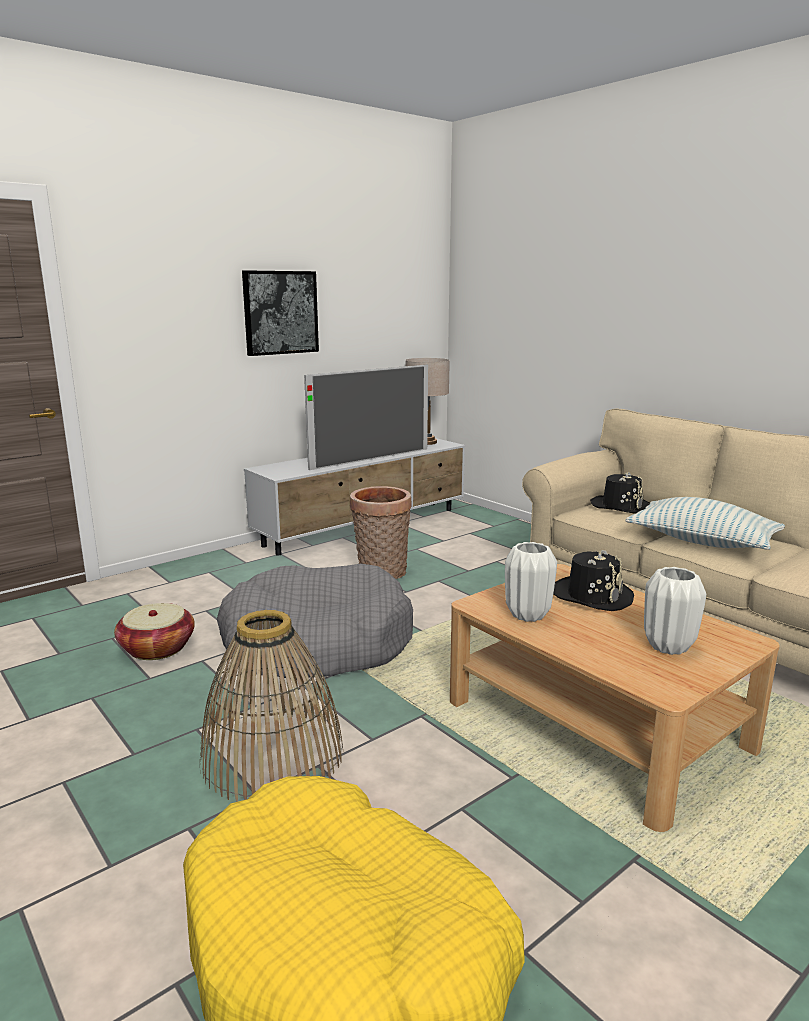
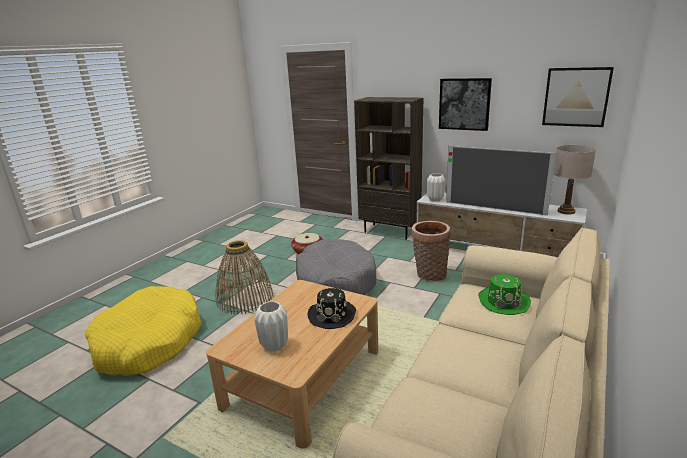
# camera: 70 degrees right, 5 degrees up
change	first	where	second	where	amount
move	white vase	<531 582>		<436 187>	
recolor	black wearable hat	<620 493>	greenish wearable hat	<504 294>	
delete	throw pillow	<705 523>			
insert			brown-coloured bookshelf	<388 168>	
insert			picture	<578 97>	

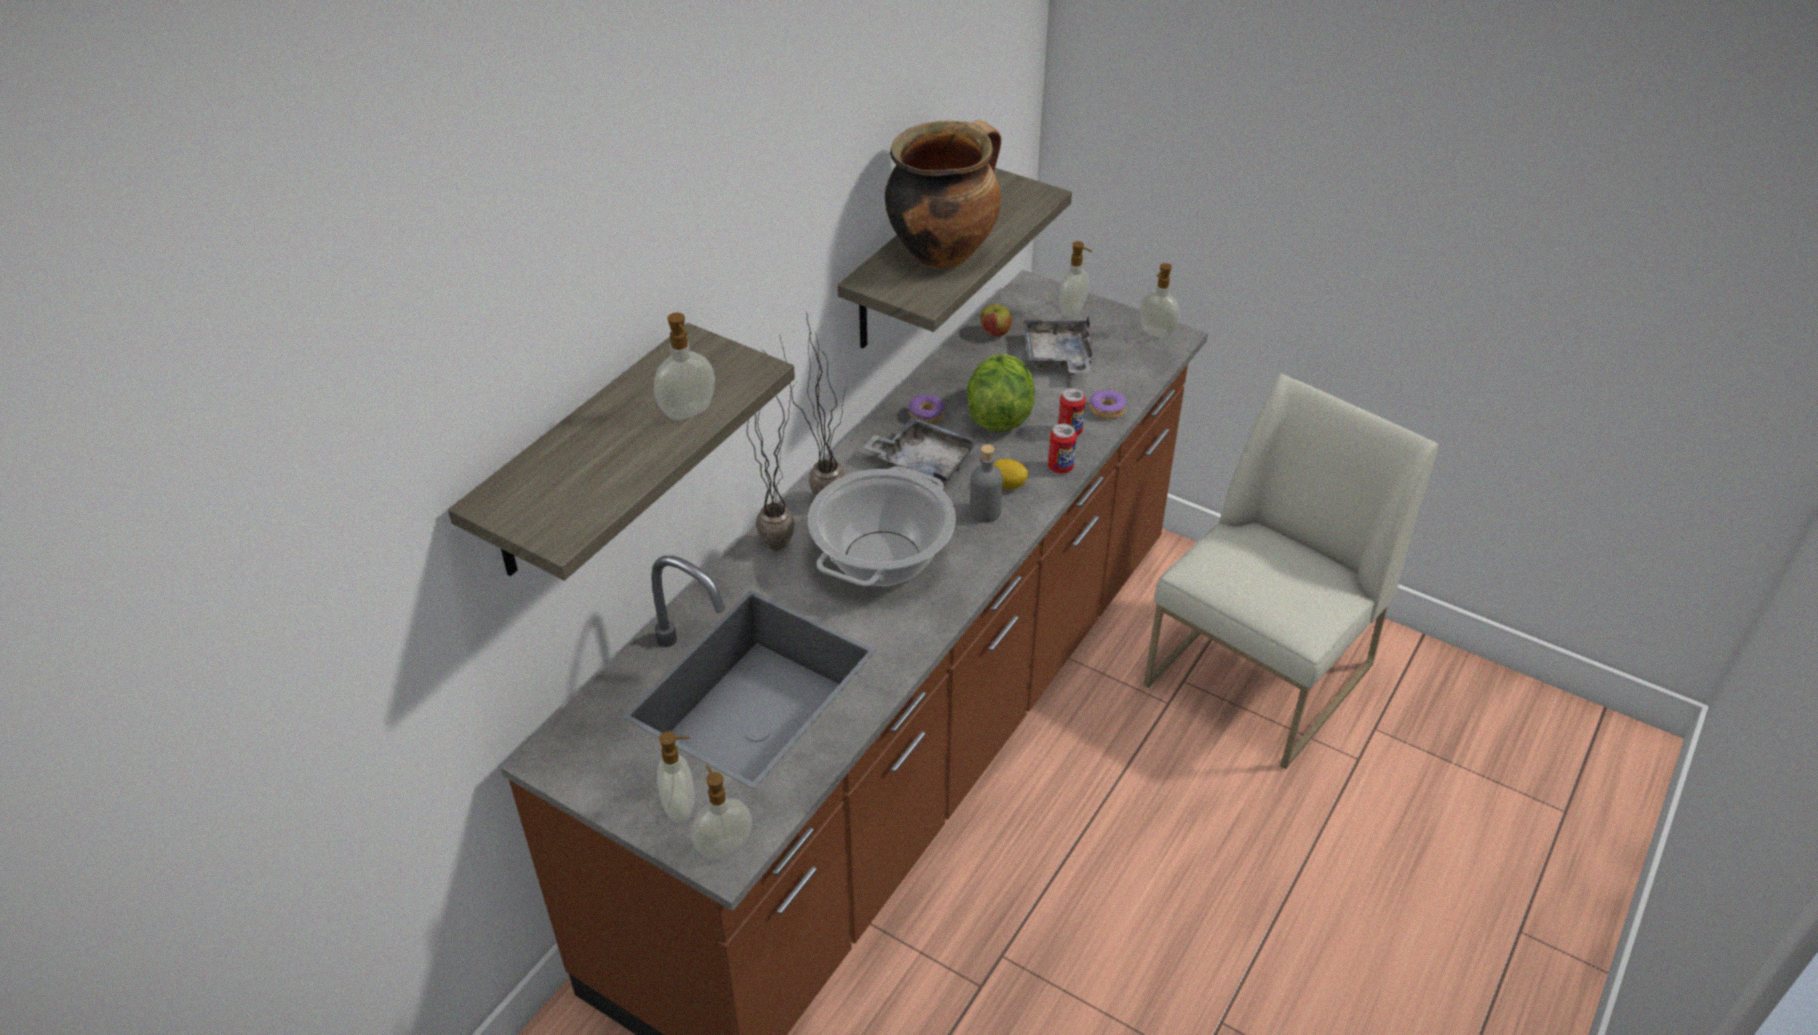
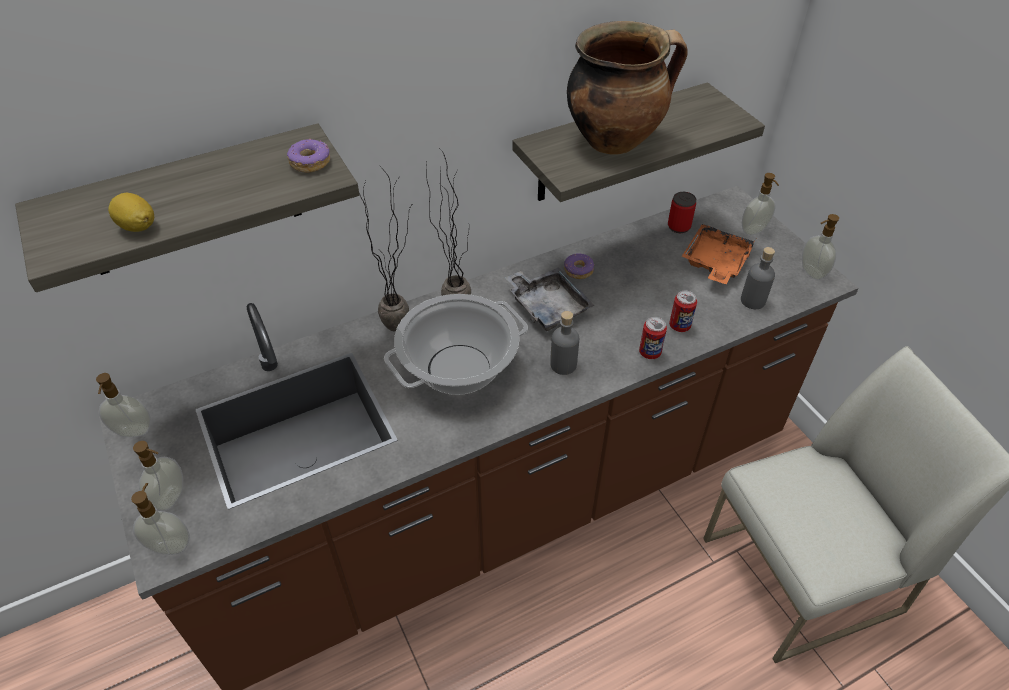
# camera: 30 degrees right, 5 degrees up
change	first	where	second	where	amount
move	soap bottle	<684 366>		<123 405>	
delete	head of lettuce	<1001 393>			
replace	apple	<996 320>	can	<682 212>	
move	citrus fruit	<1011 474>		<131 212>	
recolor	gray carrying tray	<1059 344>	orange carrying tray	<719 254>	
move	donut	<1107 404>		<308 156>	
insert			gray bottle	<758 278>	

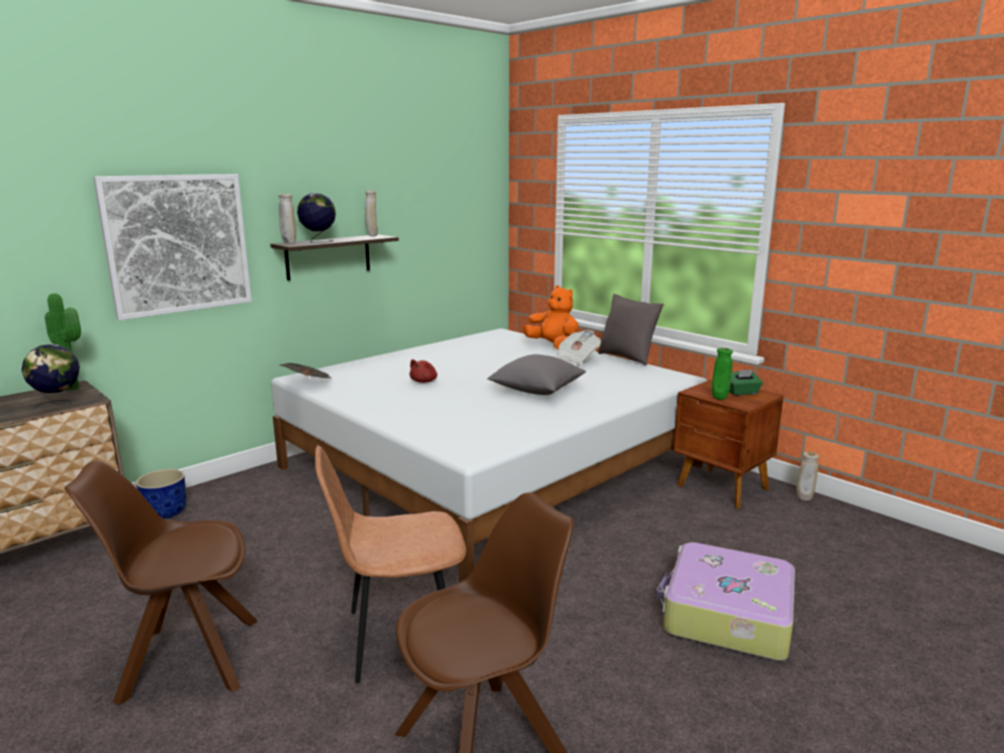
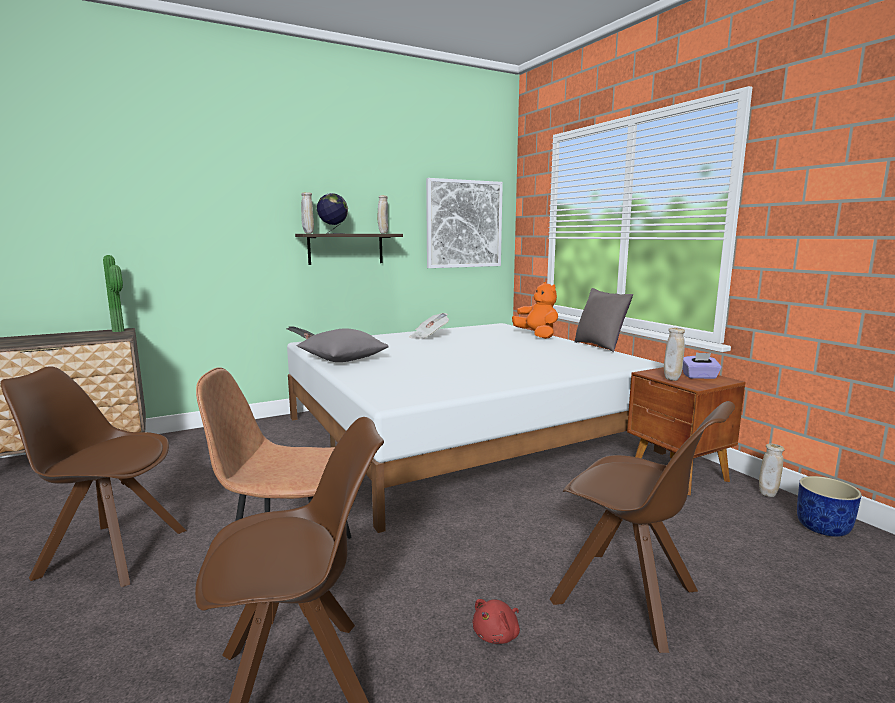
# camera: 15 degrees right, 5 degrees down
change	first	where	second	where	amount
delete	desk globe	<51 376>			
move	picture	<172 247>		<464 223>	
move	bluish planter	<161 494>		<829 506>	
move	red plush toy	<423 371>		<496 621>	
move	gray throw pillow	<536 374>		<343 345>	
move	newspaper	<579 347>		<429 326>	
replace	travel case	<725 601>	brown-coloured chair	<642 527>	
recolor	greenish vase	<722 374>	beige-coloured vase	<674 354>	
recolor	greenish box of tissues	<746 382>	purple box of tissues	<702 365>	

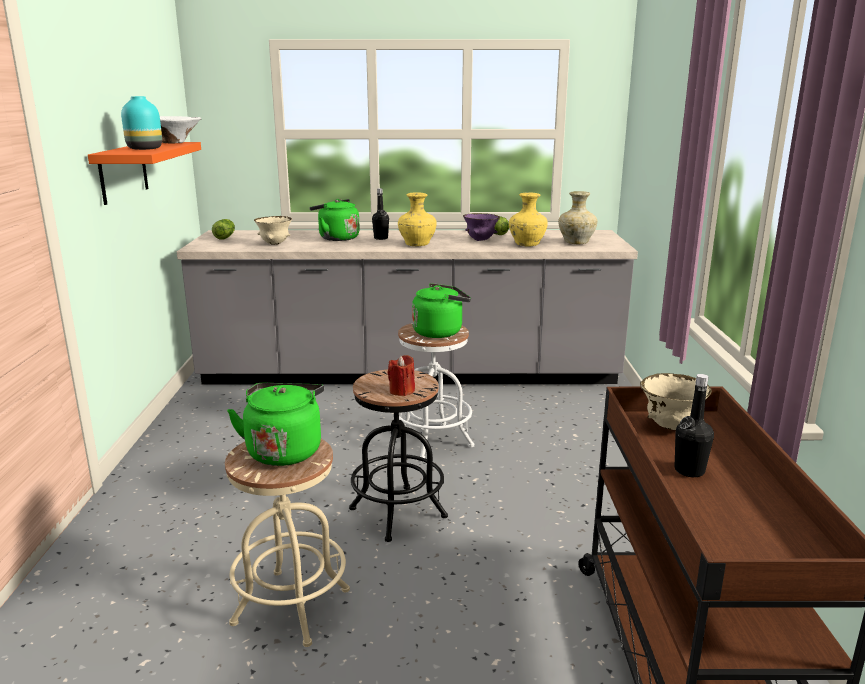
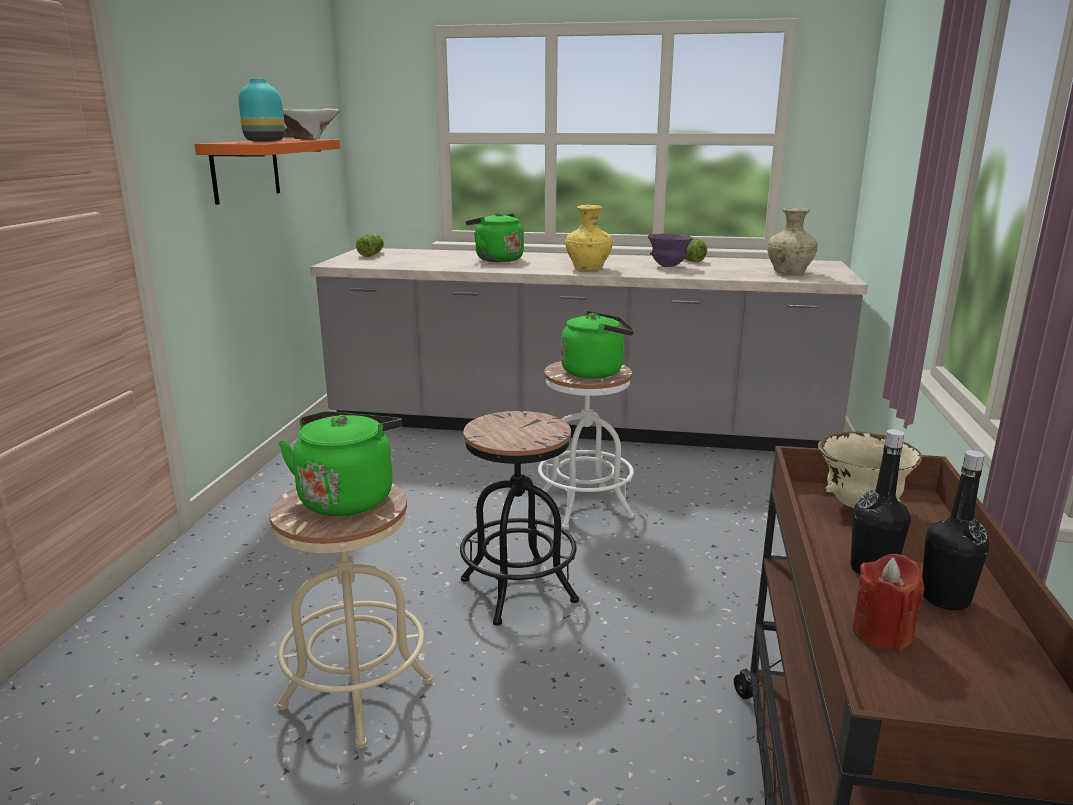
# camera: 10 degrees right, 0 degrees up
change	first	where	second	where	amount
delete	beige-coloured deep dish	<273 230>			
move	black bottle	<380 214>		<955 530>	
move	red wax light	<401 375>		<888 603>	
delete	yellowish vase	<528 219>			

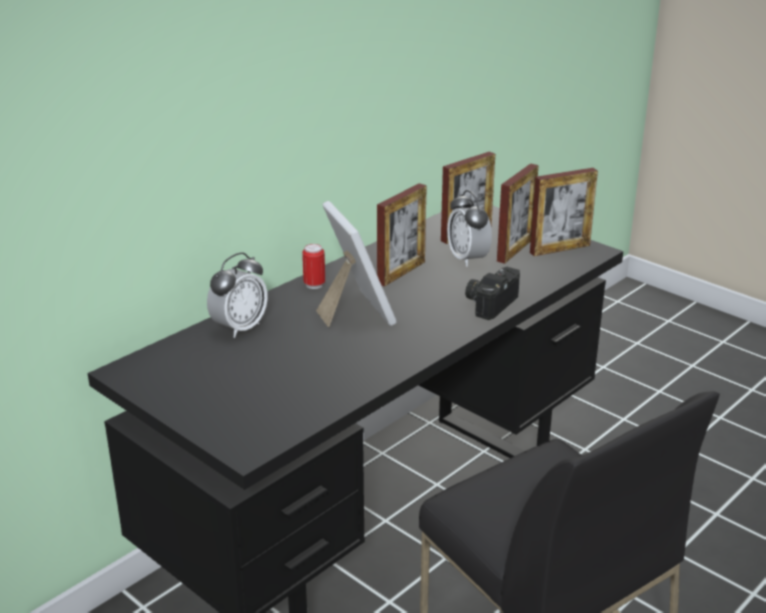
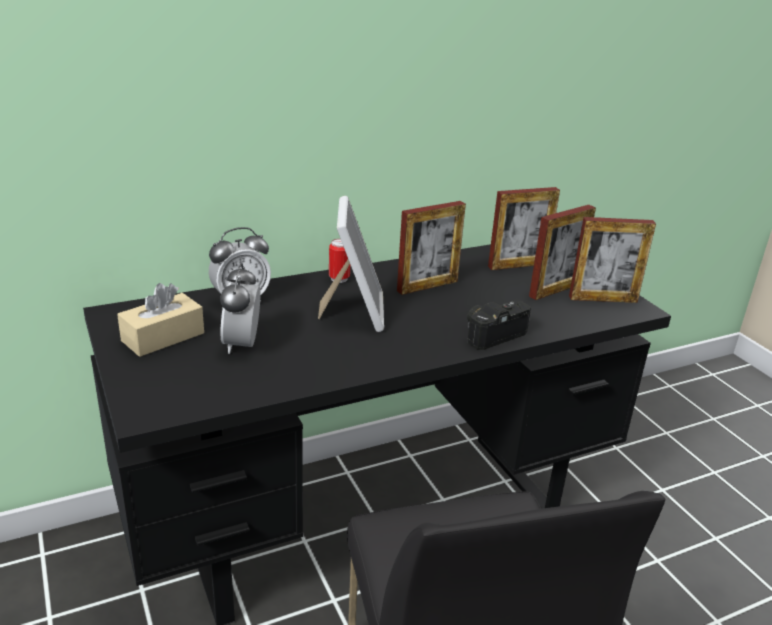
# camera: 20 degrees right, 0 degrees up
change	first	where	second	where	amount
move	bedside clock	<469 228>		<240 308>	
insert			beige-coloured box of tissues	<160 320>	

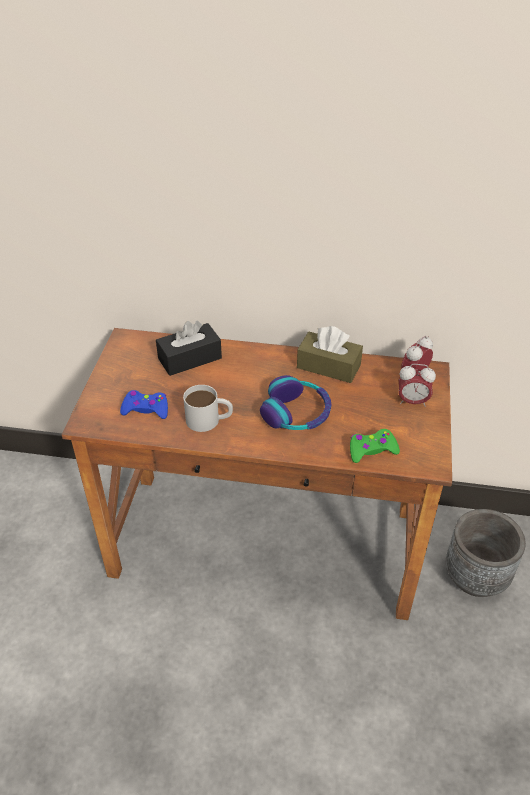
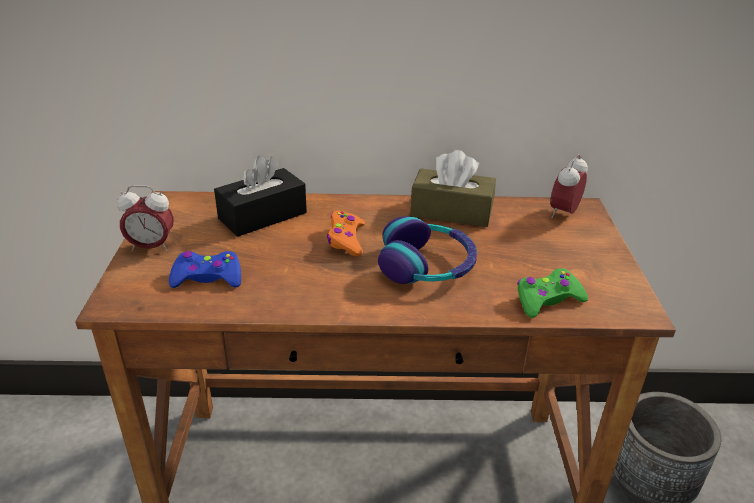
# camera: 10 degrees left, 10 degrees down
change	first	where	second	where	amount
delete	white tea mug	<208 408>			
move	bedside clock	<417 385>		<145 218>	
insert			orange joypad	<346 233>	

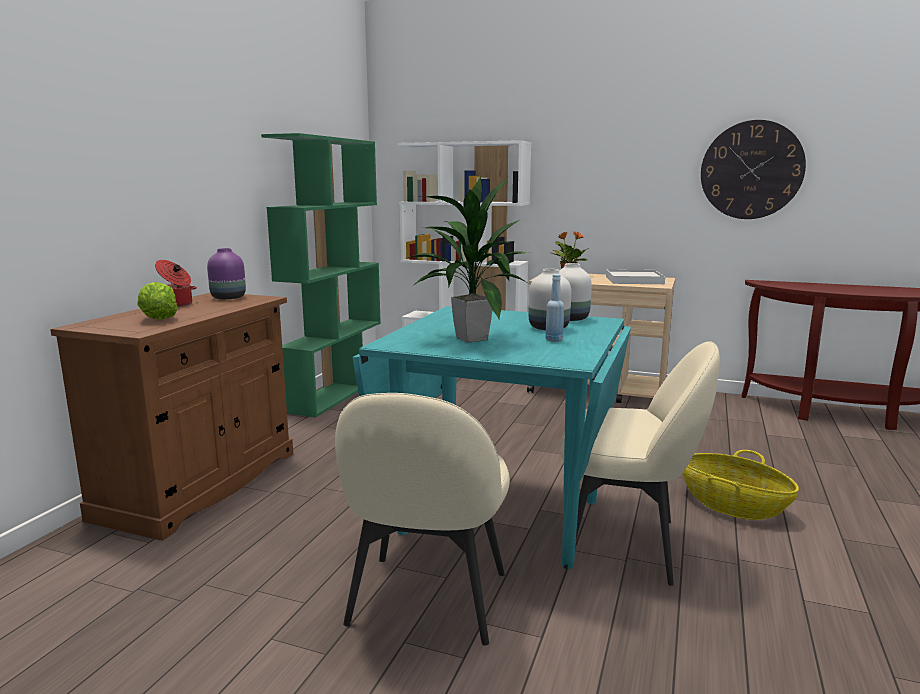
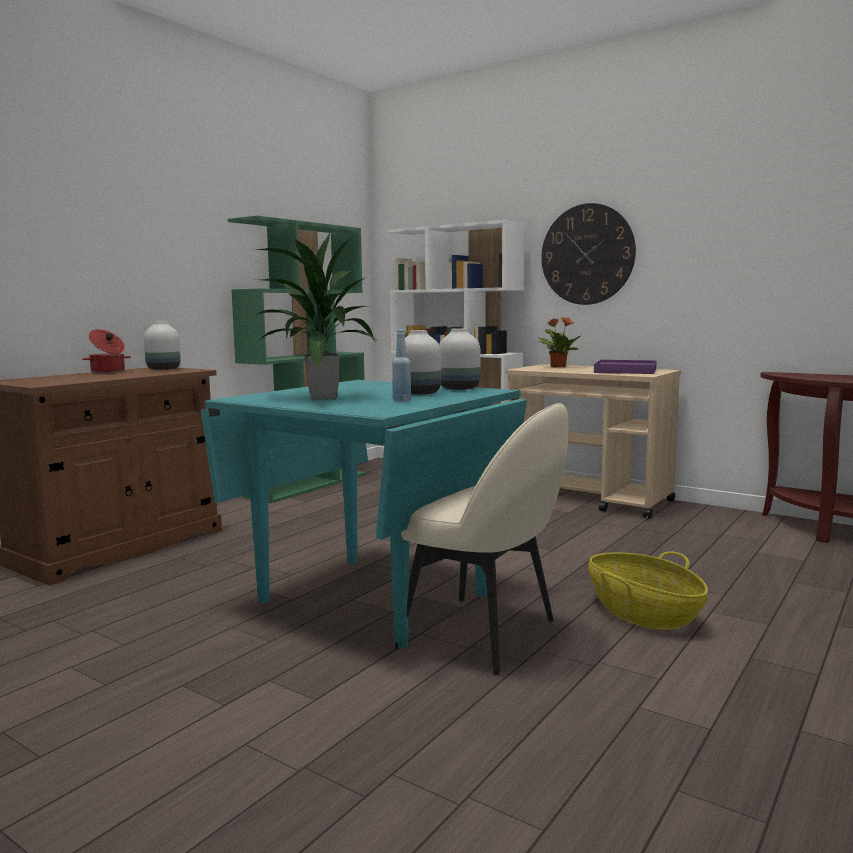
# camera: 15 degrees right, 5 degrees down
change	first	where	second	where	amount
delete	head of lettuce	<157 301>			
recolor	purple vase	<226 273>	white vase	<162 345>	
delete	beige-coloured chair	<422 519>			
recolor	white carrying tray	<635 276>	purple carrying tray	<625 367>	
move	wall clock	<753 169>		<588 254>	

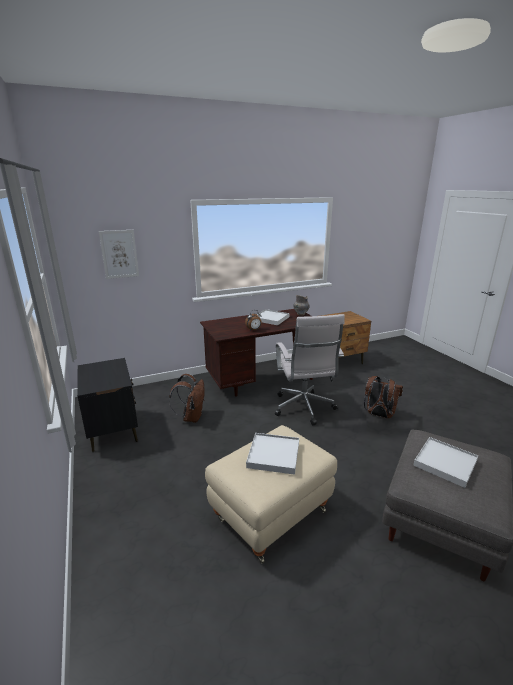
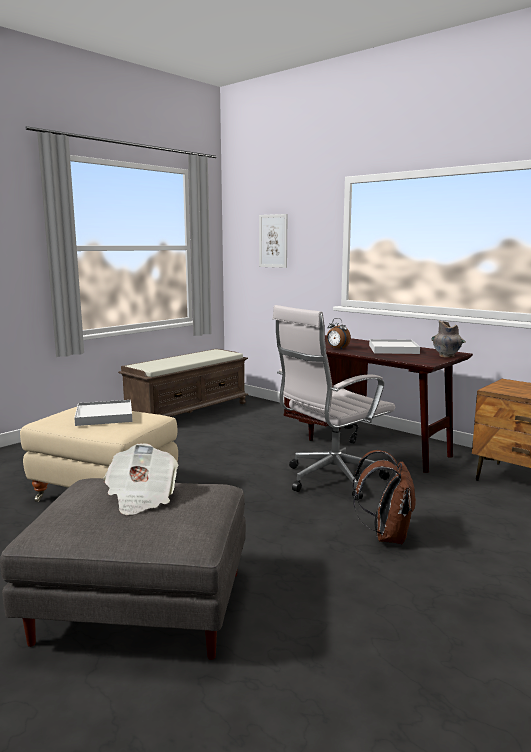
# camera: 65 degrees right, 10 degrees down
change	first	where	second	where	amount
replace	black bedside table	<107 405>	brown-coloured bench	<183 383>	
delete	brown-coloured knapsack	<187 398>			
replace	white carrying tray	<445 462>	newspaper	<141 479>	

